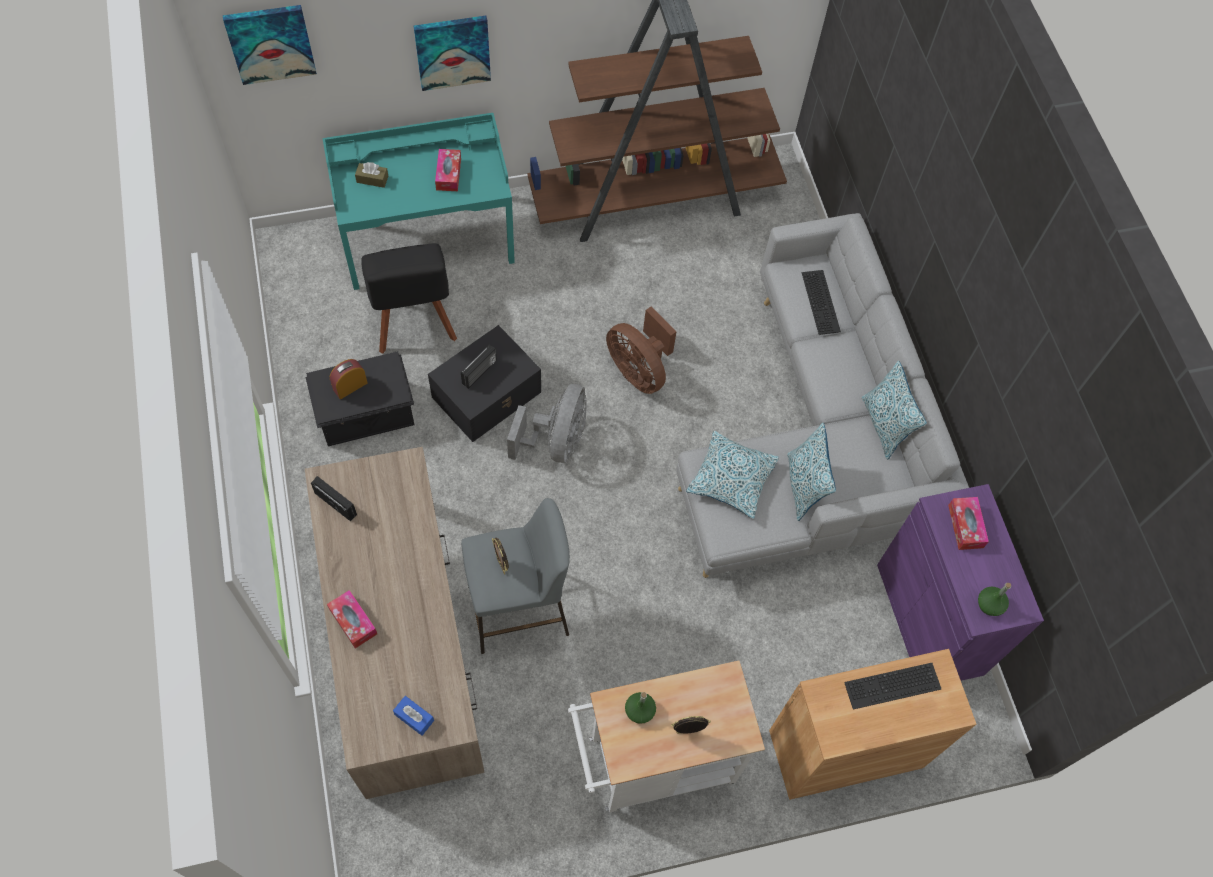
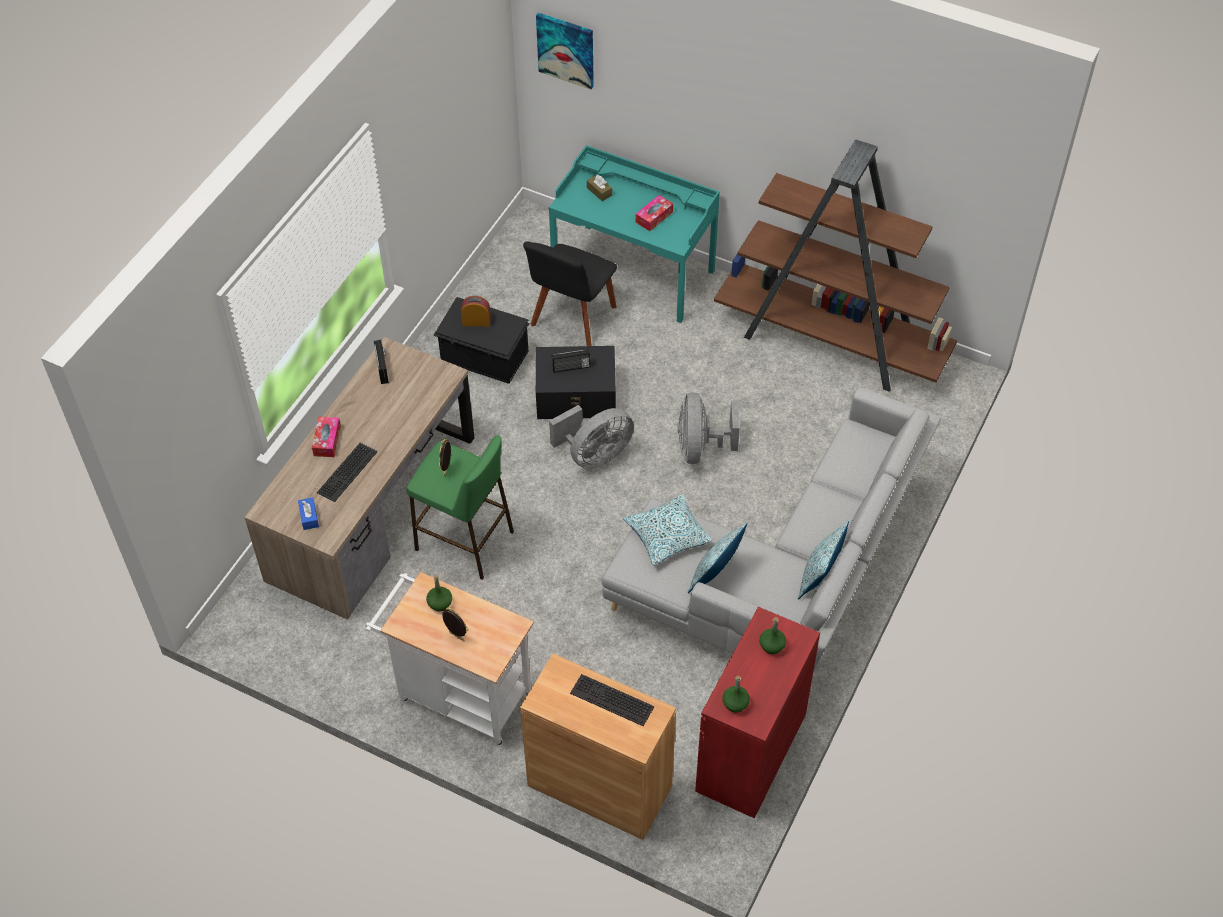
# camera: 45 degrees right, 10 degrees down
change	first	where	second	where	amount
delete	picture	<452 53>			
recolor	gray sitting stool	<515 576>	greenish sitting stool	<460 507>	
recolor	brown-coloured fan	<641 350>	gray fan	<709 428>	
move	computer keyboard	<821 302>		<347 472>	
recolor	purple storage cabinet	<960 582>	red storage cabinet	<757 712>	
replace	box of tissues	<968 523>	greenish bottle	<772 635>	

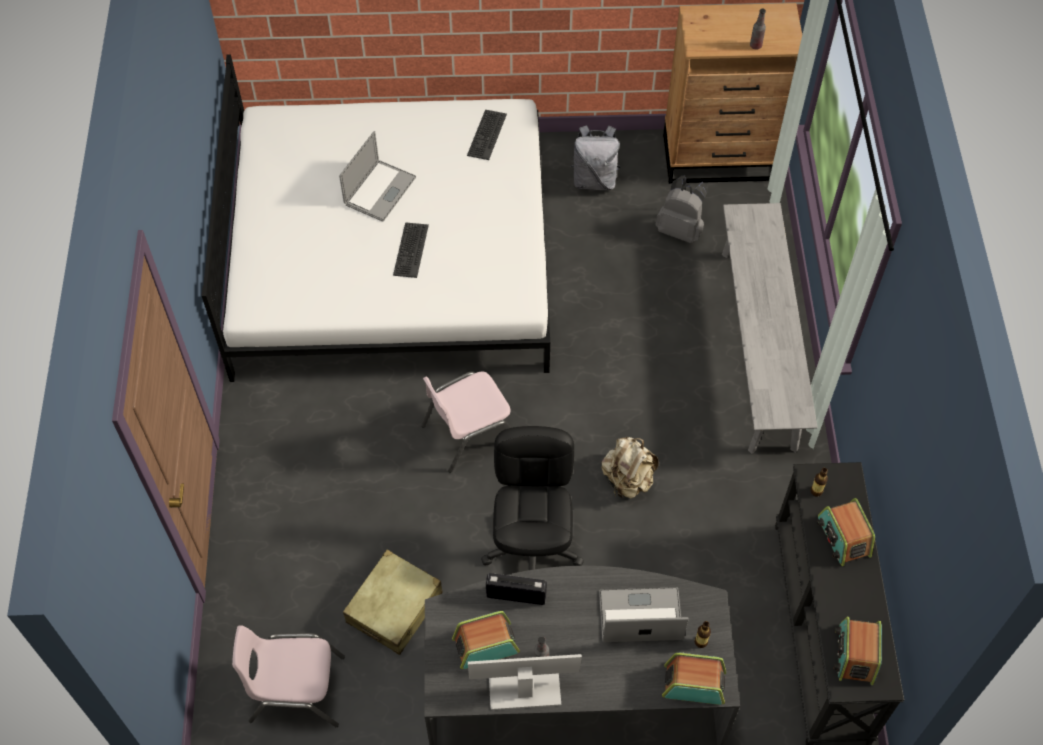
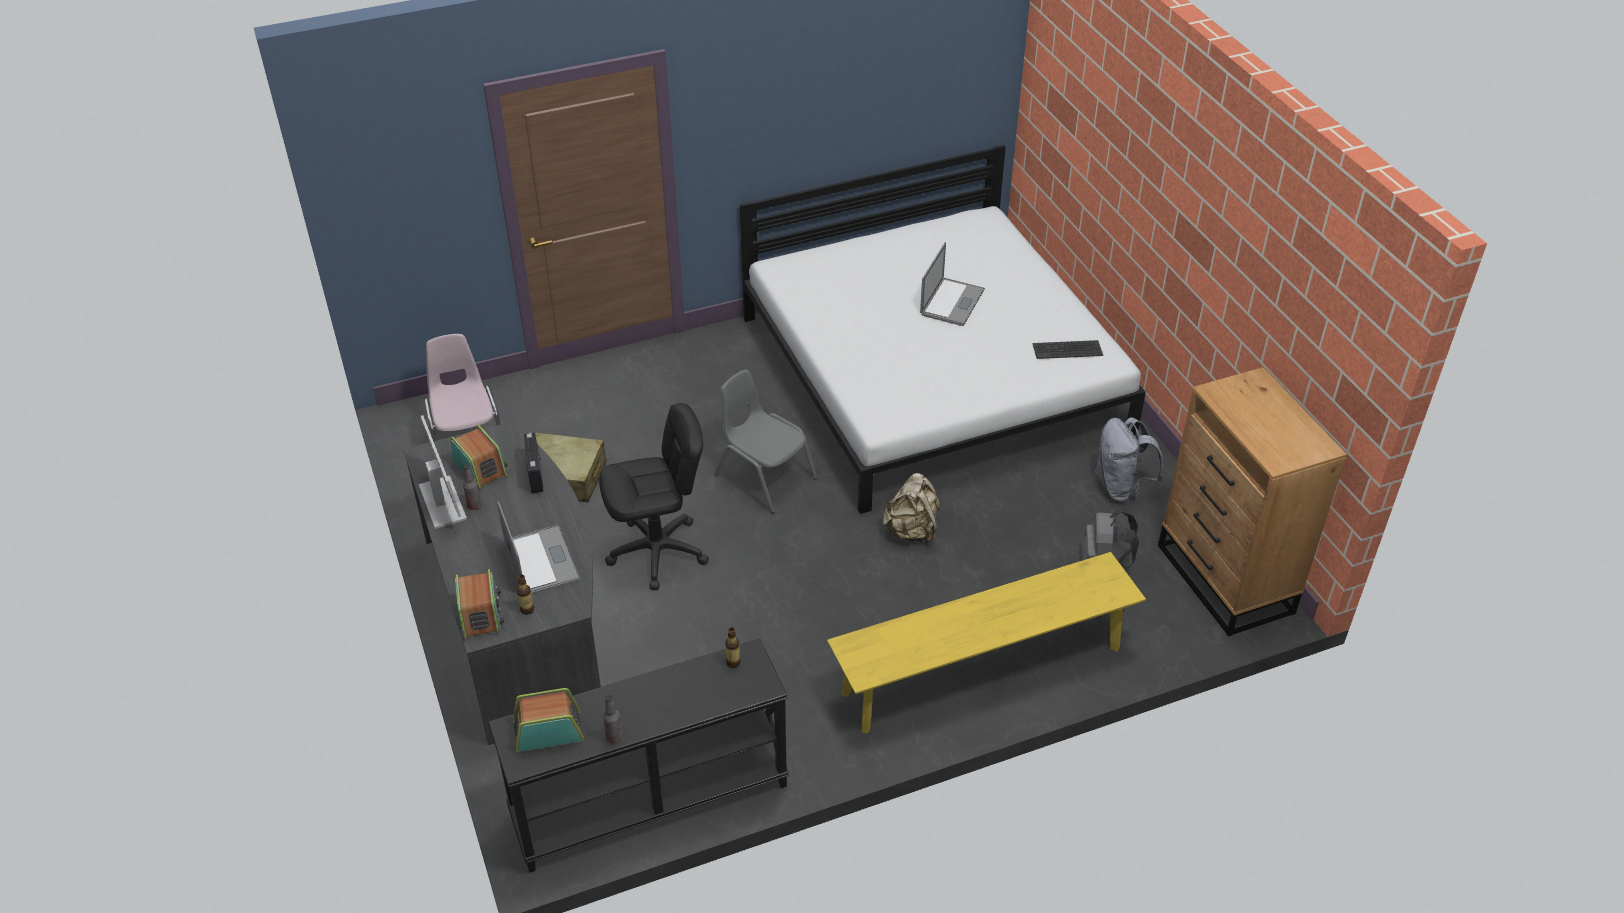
# camera: 70 degrees right, 15 degrees down
change	first	where	second	where	amount
rotate	portable computer	<377 176>		<952 284>	75 degrees counterclockwise
delete	computer keyboard	<411 250>			
recolor	pink-coloured chair	<466 422>	gray chair	<766 442>	
move	beige-coloured knapsack	<630 467>		<912 509>	
recolor	gray bench	<770 328>	yellowish bench	<986 643>	
move	bottle	<758 29>		<613 718>	
delete	radio	<846 532>			

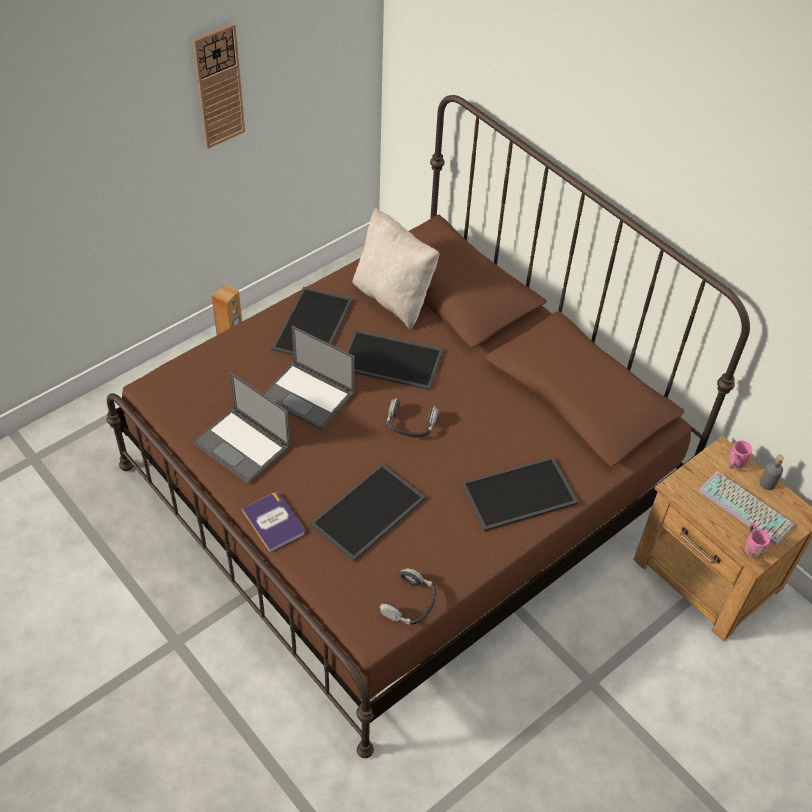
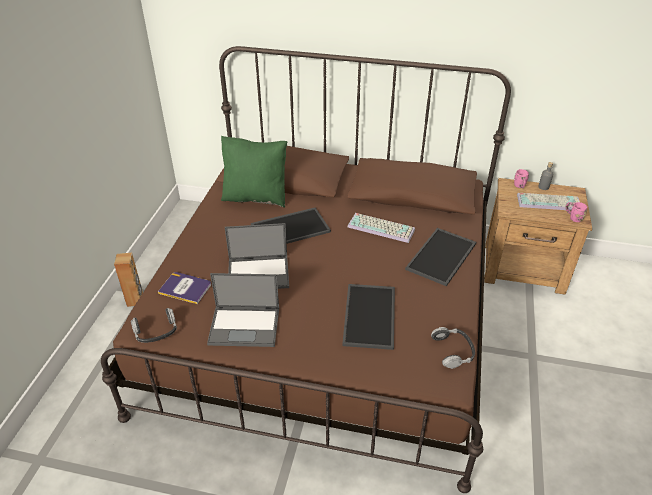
# camera: 35 degrees left, 10 degrees down
change	first	where	second	where	amount
delete	wall clock	<218 85>			
move	bound book	<273 522>		<184 288>	
delete	carrying tray	<312 321>			
recolor	beige-coloured throw pillow	<395 269>	greenish throw pillow	<254 172>	
move	headphones	<412 417>		<154 325>	
insert			computer keyboard	<381 228>	

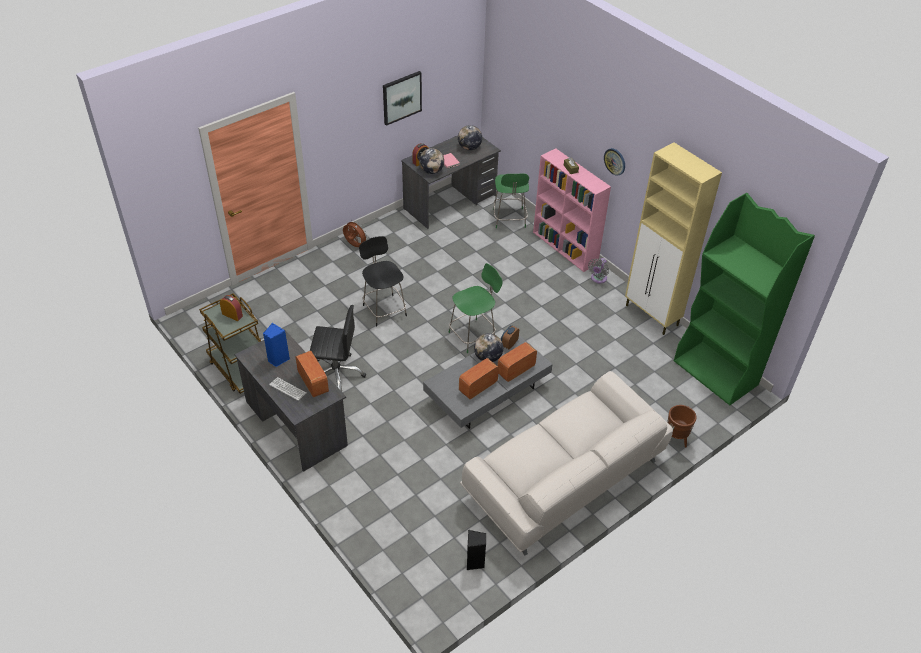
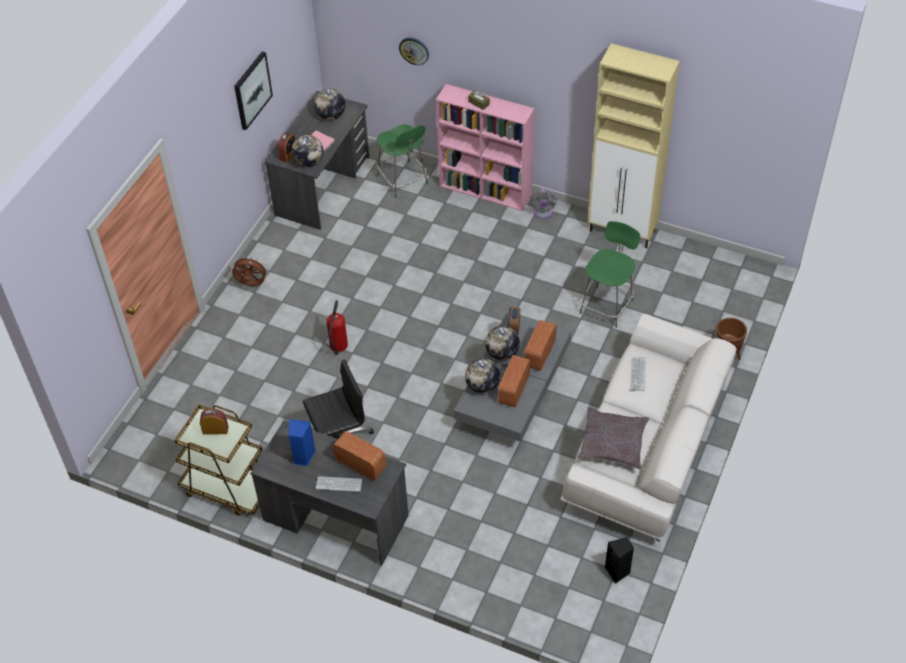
# camera: 25 degrees left, 5 degrees up
change	first	where	second	where	amount
replace	black chair	<383 281>	fire extinguisher	<337 327>	
move	greenish chair	<475 308>		<610 274>	
move	wall clock	<614 162>		<414 51>	
delete	greenish bookshelf	<744 299>			
insert			desk globe	<482 375>	
insert			gray throw pillow	<613 438>	
insert			computer keyboard	<638 374>	

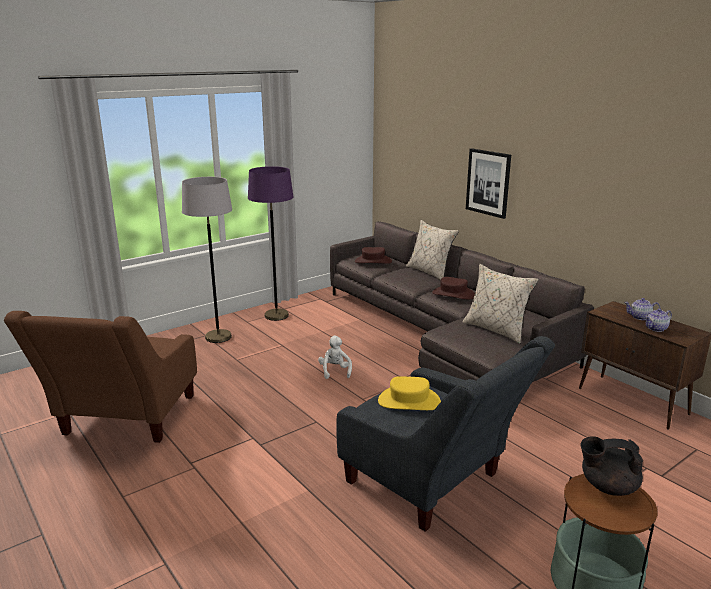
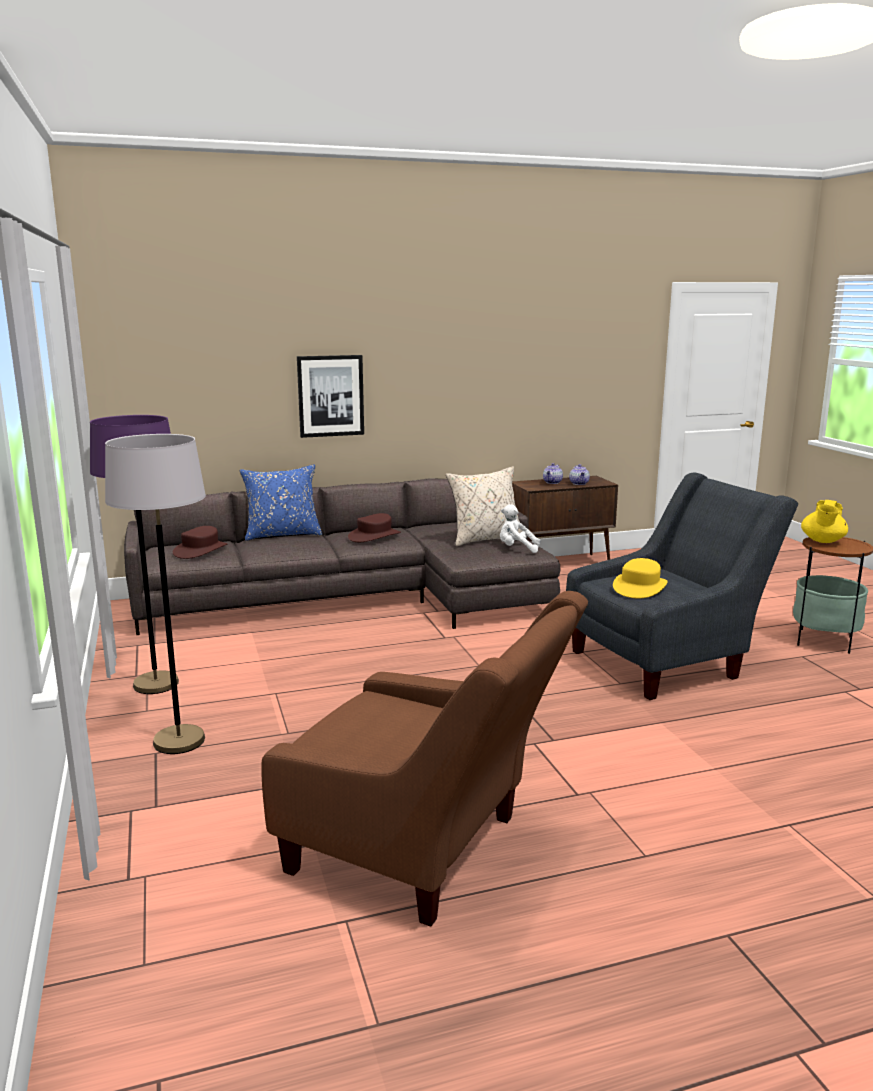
# camera: 70 degrees left, 5 degrees down
change	first	where	second	where	amount
move	white plush toy	<335 357>		<520 528>	
recolor	beige-coloured throw pillow	<432 250>	bluish throw pillow	<281 502>	
recolor	black pot for tea	<611 466>	yellowish pot for tea	<824 521>	

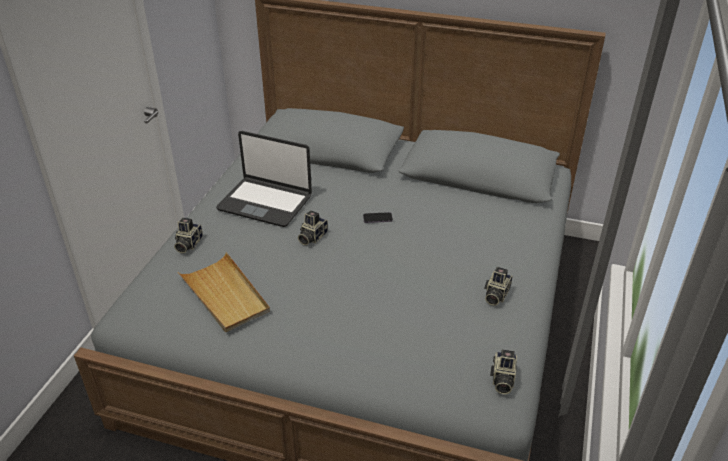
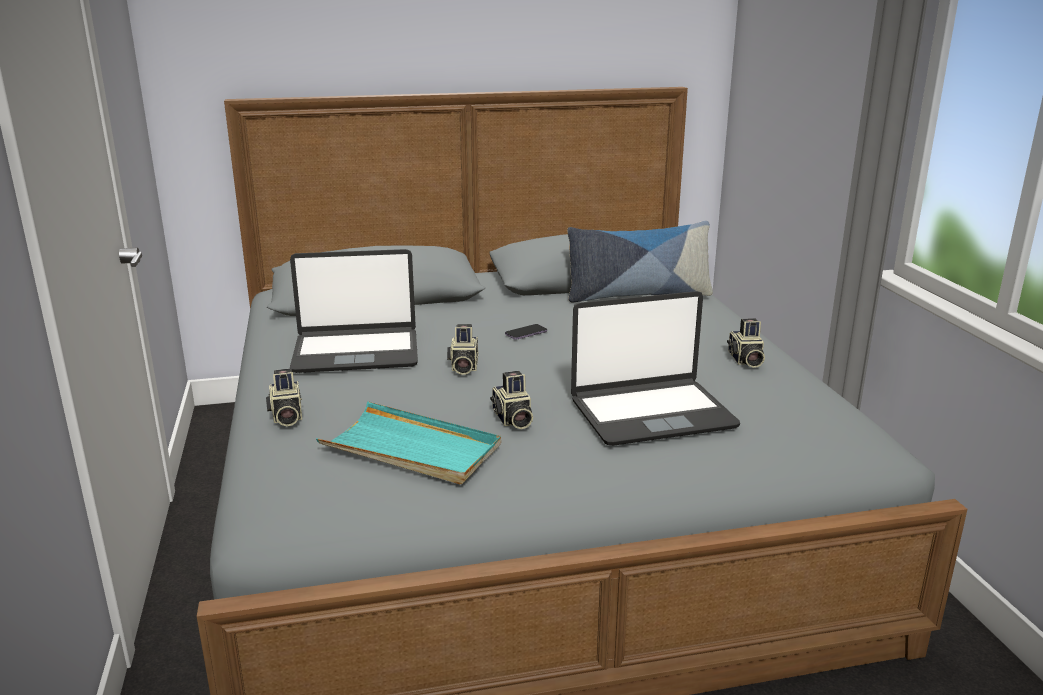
# camera: 30 degrees left, 15 degrees down
change	first	where	second	where	amount
recolor	beige-coloured carrying tray	<224 292>	blue-green carrying tray	<408 442>	
move	photo camera	<503 371>		<511 400>	
insert			throw pillow	<640 261>	
insert			portable computer	<655 368>	

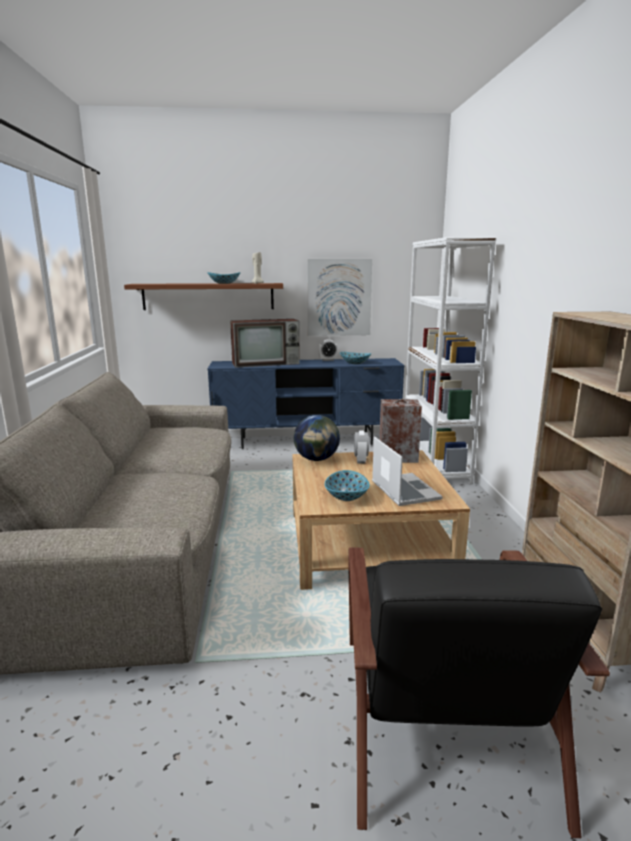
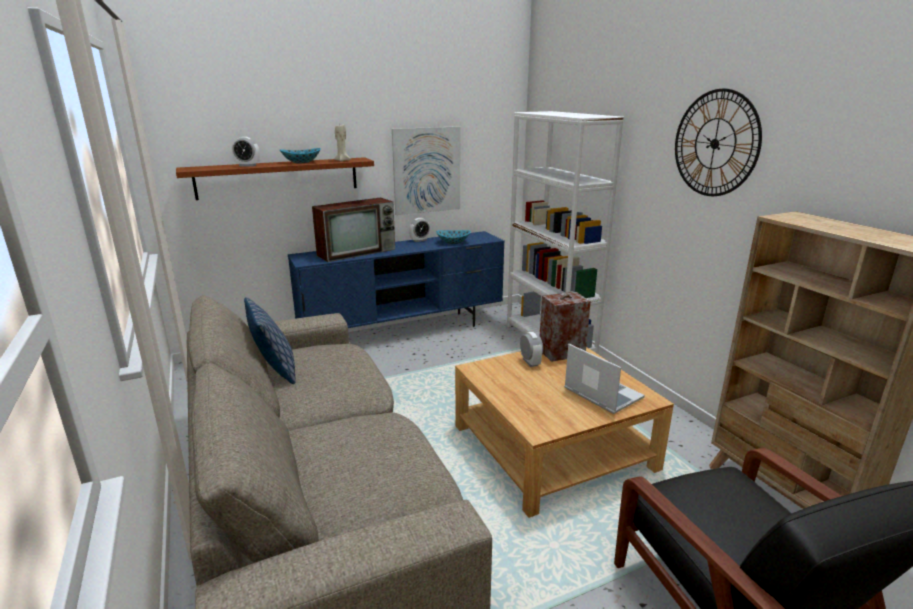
# camera: 20 degrees left, 5 degrees up
change	first	where	second	where	amount
delete	desk globe	<317 438>			
delete	deep dish	<347 485>			
insert			bedside clock	<246 151>	
insert			throw pillow	<270 340>	
insert			wall clock	<718 142>	

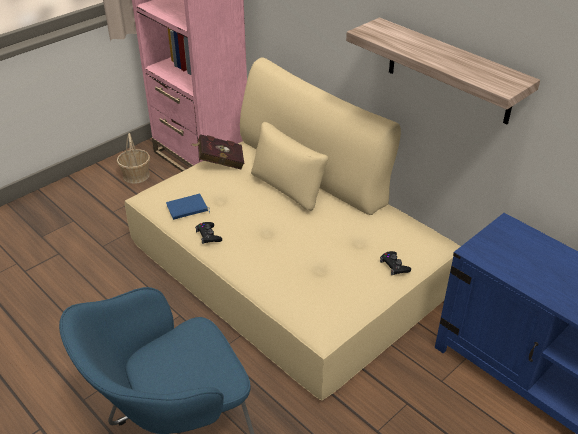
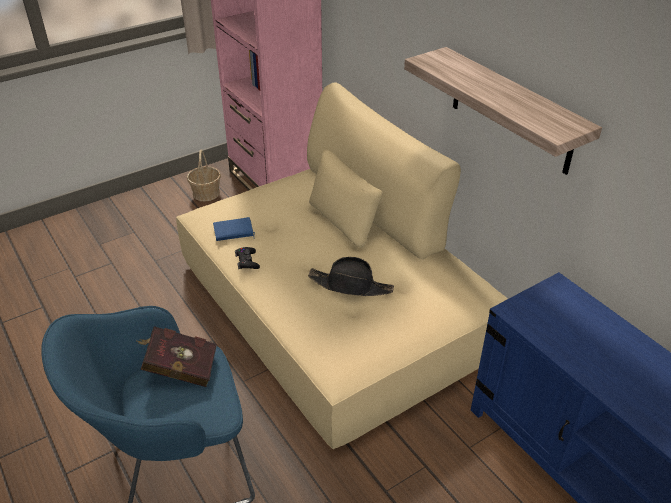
# camera: 10 degrees right, 0 degrees up
change	first	where	second	where	amount
move	red bound book	<217 152>		<177 356>	
delete	black joypad	<395 263>			
insert			black wearable hat	<351 276>	

